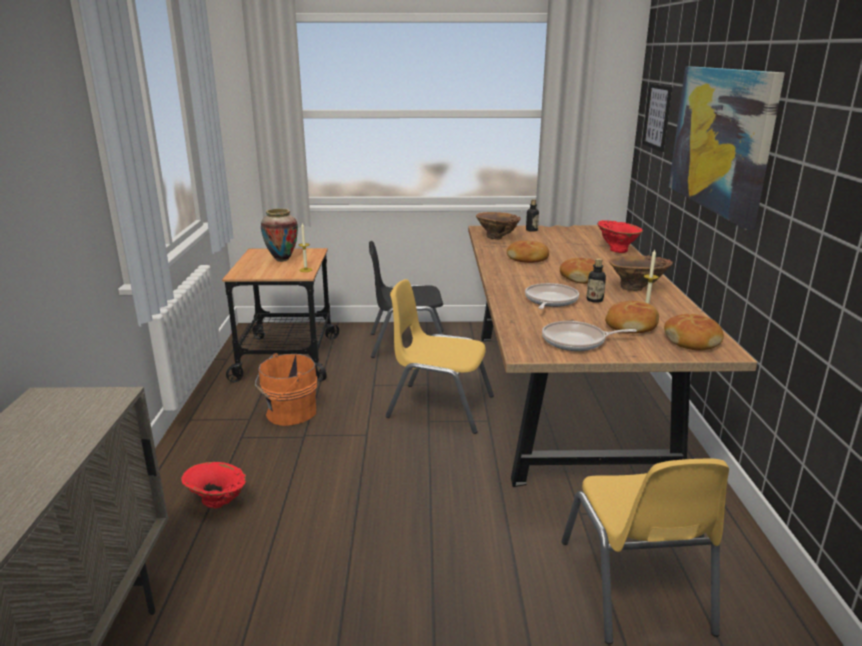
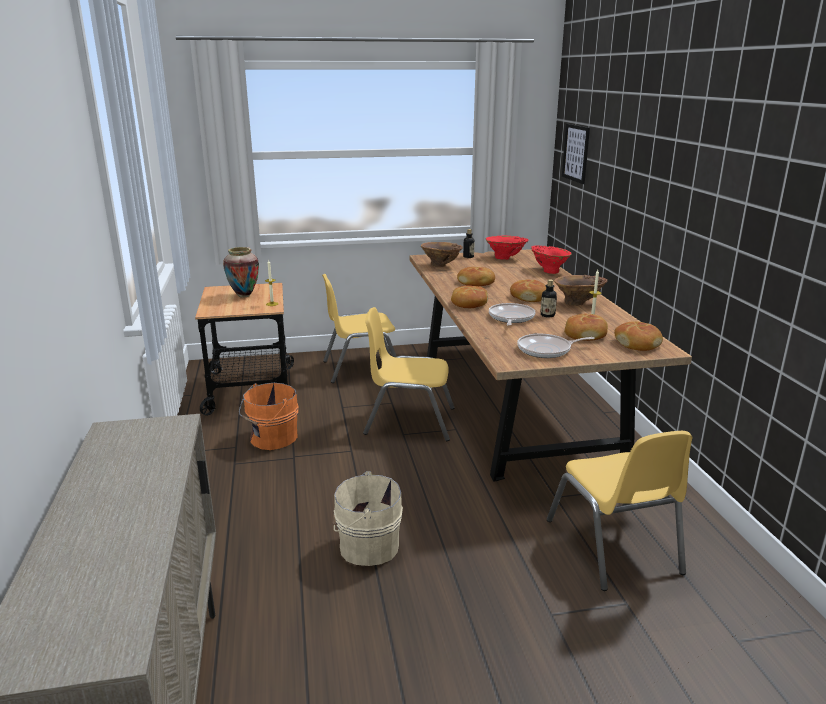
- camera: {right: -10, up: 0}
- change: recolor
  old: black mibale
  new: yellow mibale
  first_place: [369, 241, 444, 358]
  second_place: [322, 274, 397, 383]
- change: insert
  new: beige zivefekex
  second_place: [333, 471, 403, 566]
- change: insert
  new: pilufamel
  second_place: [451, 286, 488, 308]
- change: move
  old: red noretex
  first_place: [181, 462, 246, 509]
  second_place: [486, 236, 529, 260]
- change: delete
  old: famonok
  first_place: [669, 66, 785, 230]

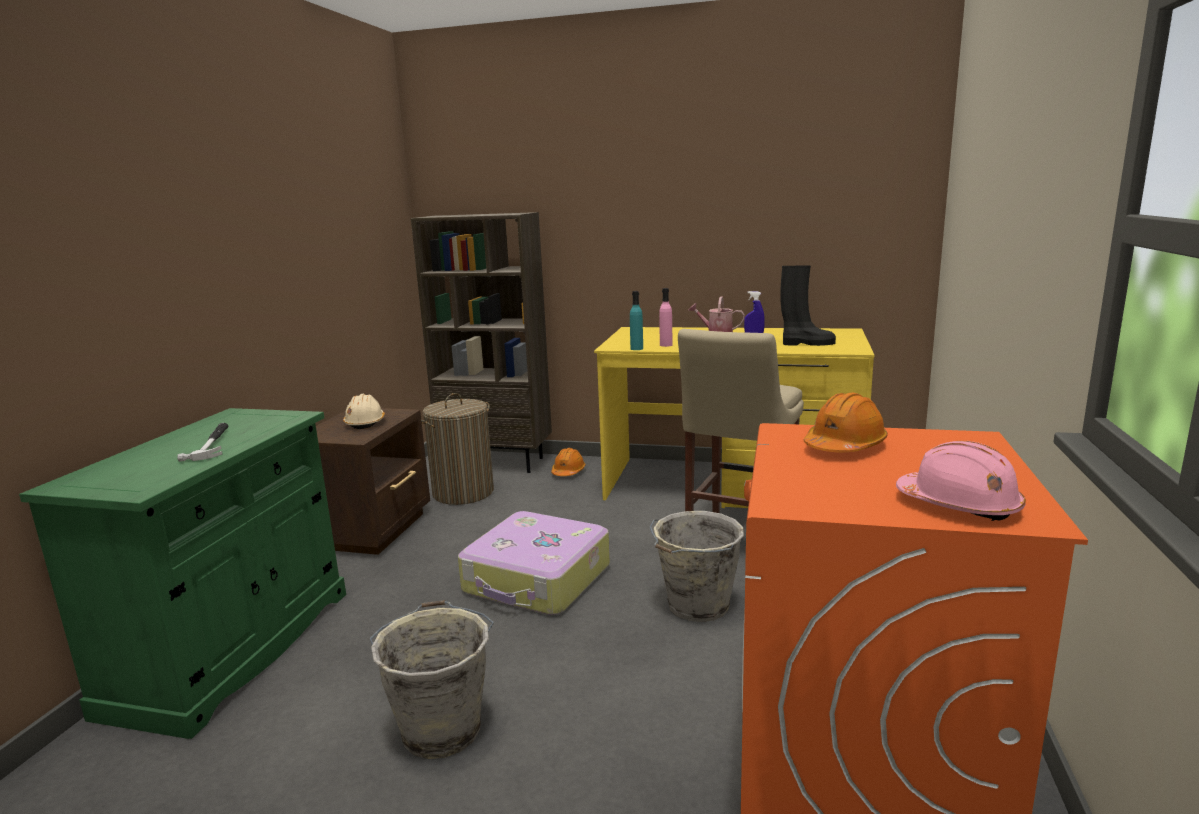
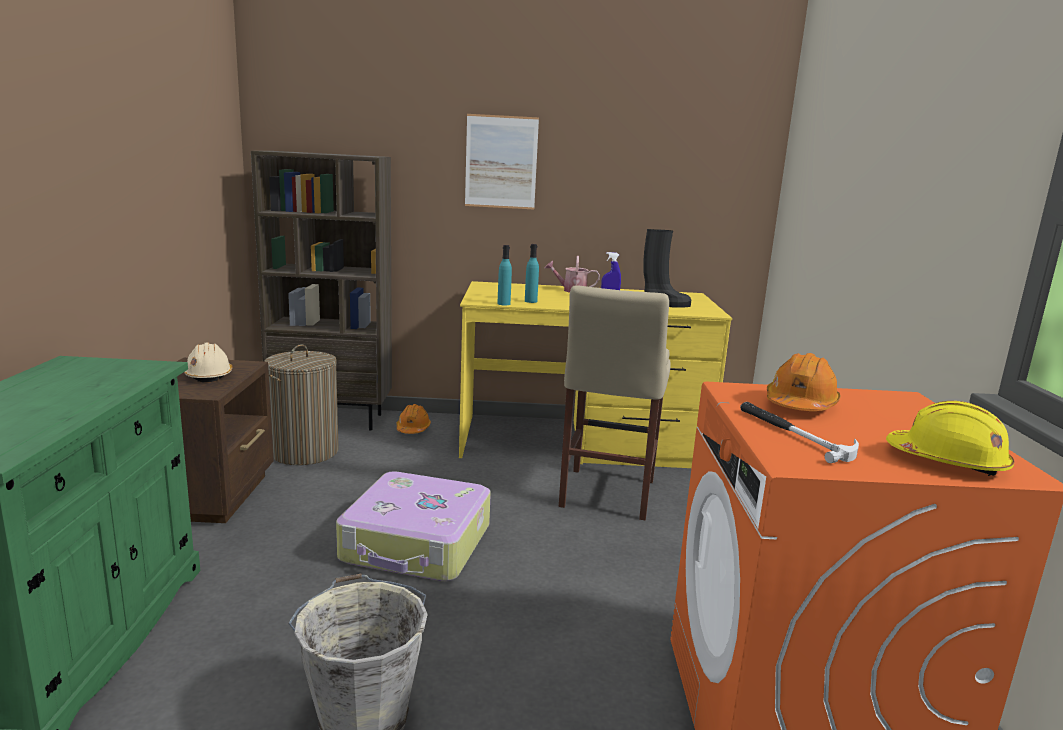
- camera: {right: -15, up: 0}
- change: insert
  new: famonok
  second_place: [465, 114, 539, 209]
- change: recolor
  old: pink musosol
  new: turquoise musosol
  first_place: [659, 288, 673, 347]
  second_place: [525, 244, 539, 303]
- change: move
  old: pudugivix
  first_place: [177, 423, 228, 462]
  second_place: [740, 402, 859, 463]
- change: recolor
  old: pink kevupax
  new: yellow kevupax
  first_place: [896, 441, 1026, 521]
  second_place: [886, 401, 1015, 476]
- change: delete
  old: grey zivefekex
  first_place: [650, 511, 744, 622]

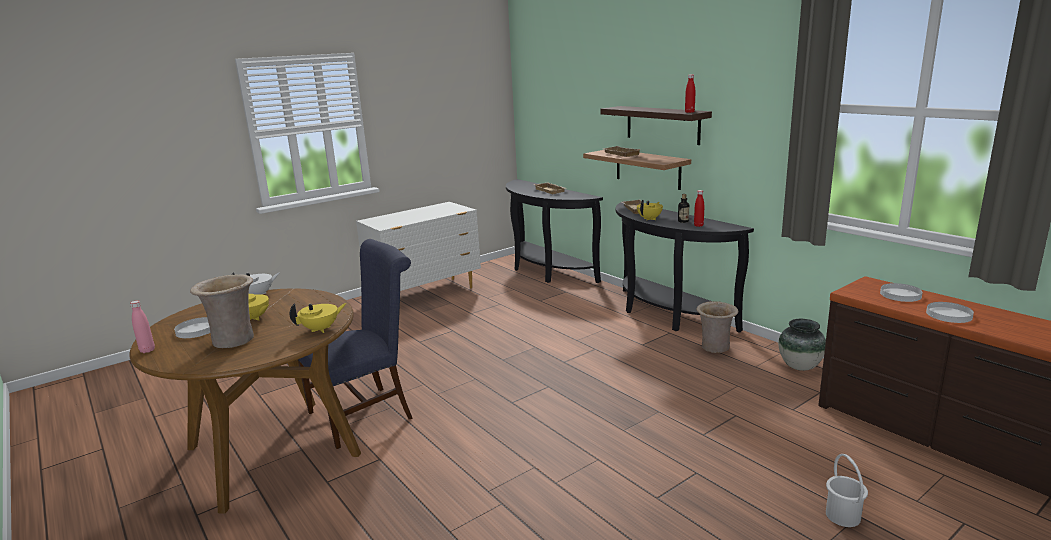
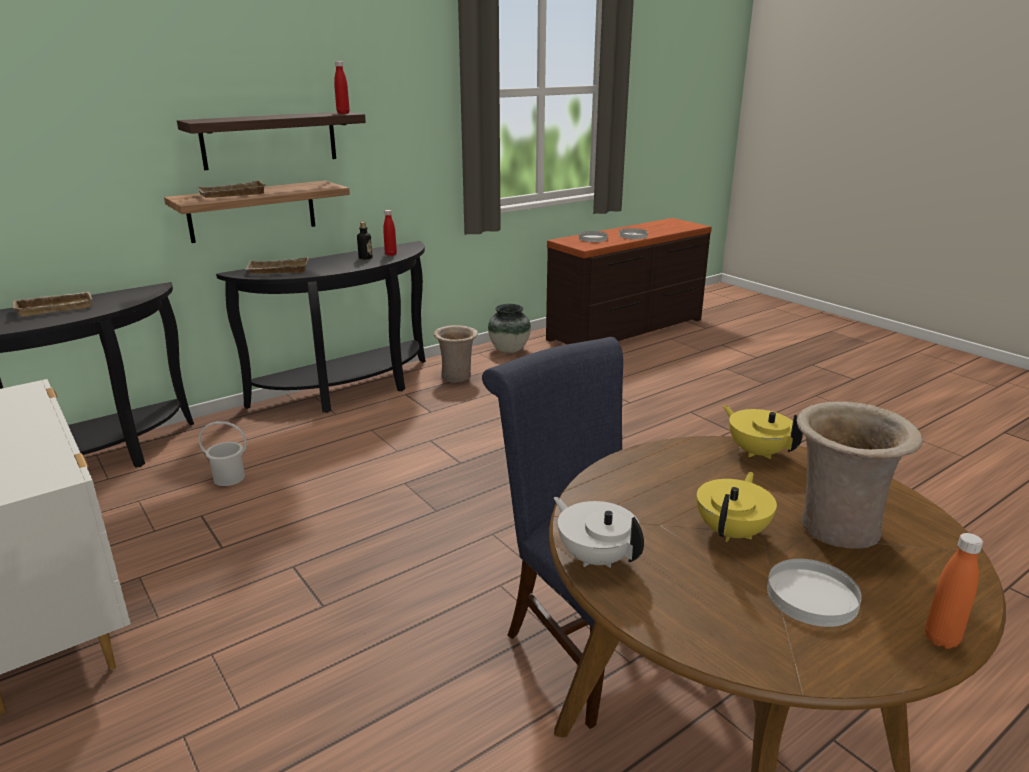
- camera: {right: -90, up: 5}
- change: move
  old: white zivefekex
  first_place: [826, 454, 868, 527]
  second_place: [199, 421, 247, 486]
- change: recolor
  old: pink musosol
  new: orange musosol
  first_place: [130, 301, 155, 353]
  second_place: [925, 533, 983, 649]
- change: delete
  old: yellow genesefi
  first_place: [637, 200, 663, 221]

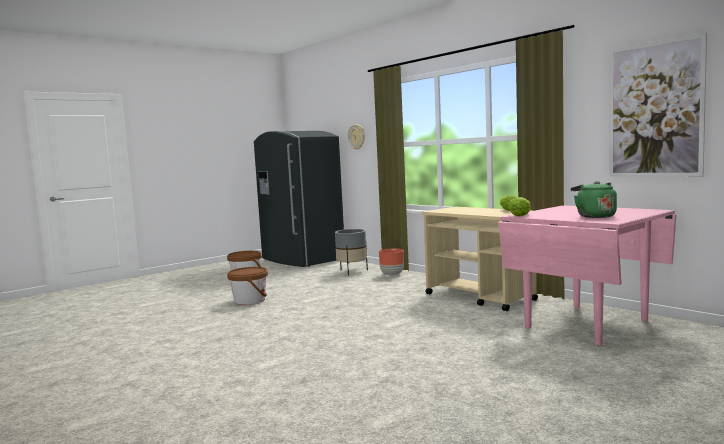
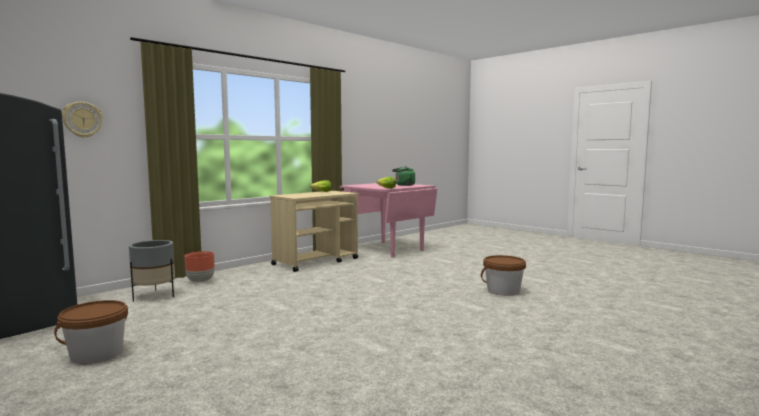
- camera: {right: -95, up: 0}
- change: move
  old: brown zivefekex
  first_place: [227, 267, 268, 305]
  second_place: [481, 255, 526, 296]
- change: delete
  old: famonok
  first_place: [609, 33, 707, 177]

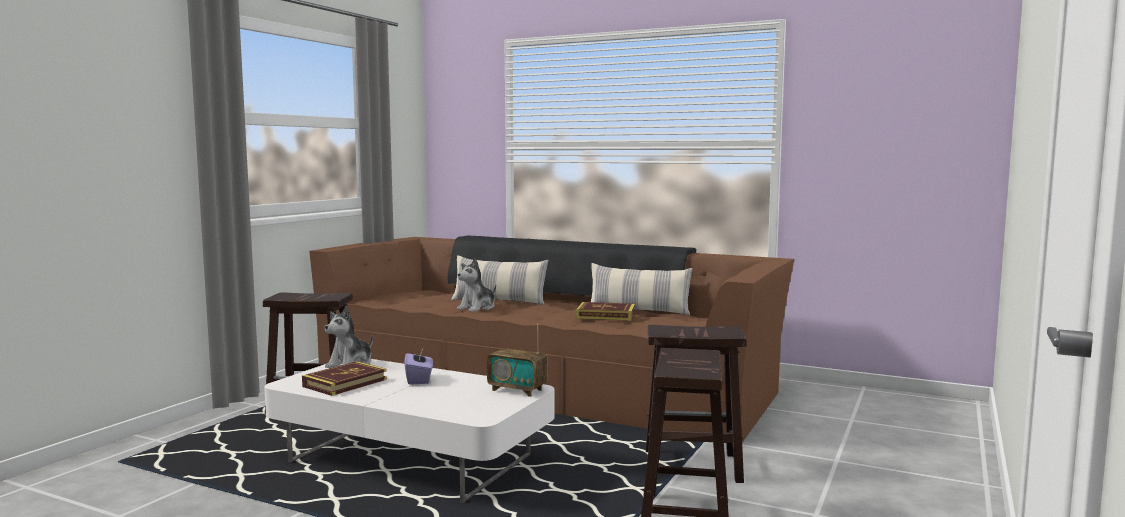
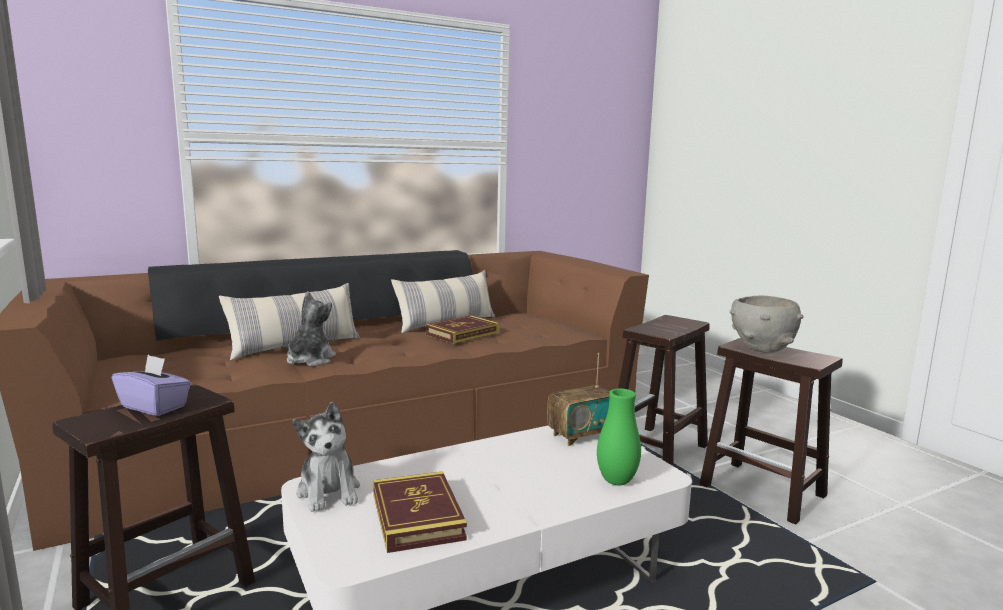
- camera: {right: -55, up: 5}
- change: move
  old: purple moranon
  first_place: [405, 346, 433, 385]
  second_place: [112, 355, 191, 416]
- change: rotate
  old: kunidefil
  first_place: [457, 258, 496, 312]
  second_place: [287, 291, 336, 366]
  degrees: -150
- change: insert
  new: green noretex
  second_place: [597, 389, 641, 485]
- change: insert
  new: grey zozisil
  second_place: [730, 295, 803, 353]

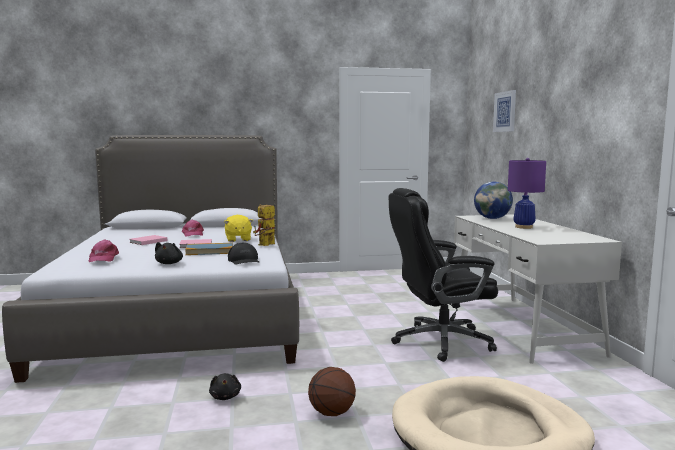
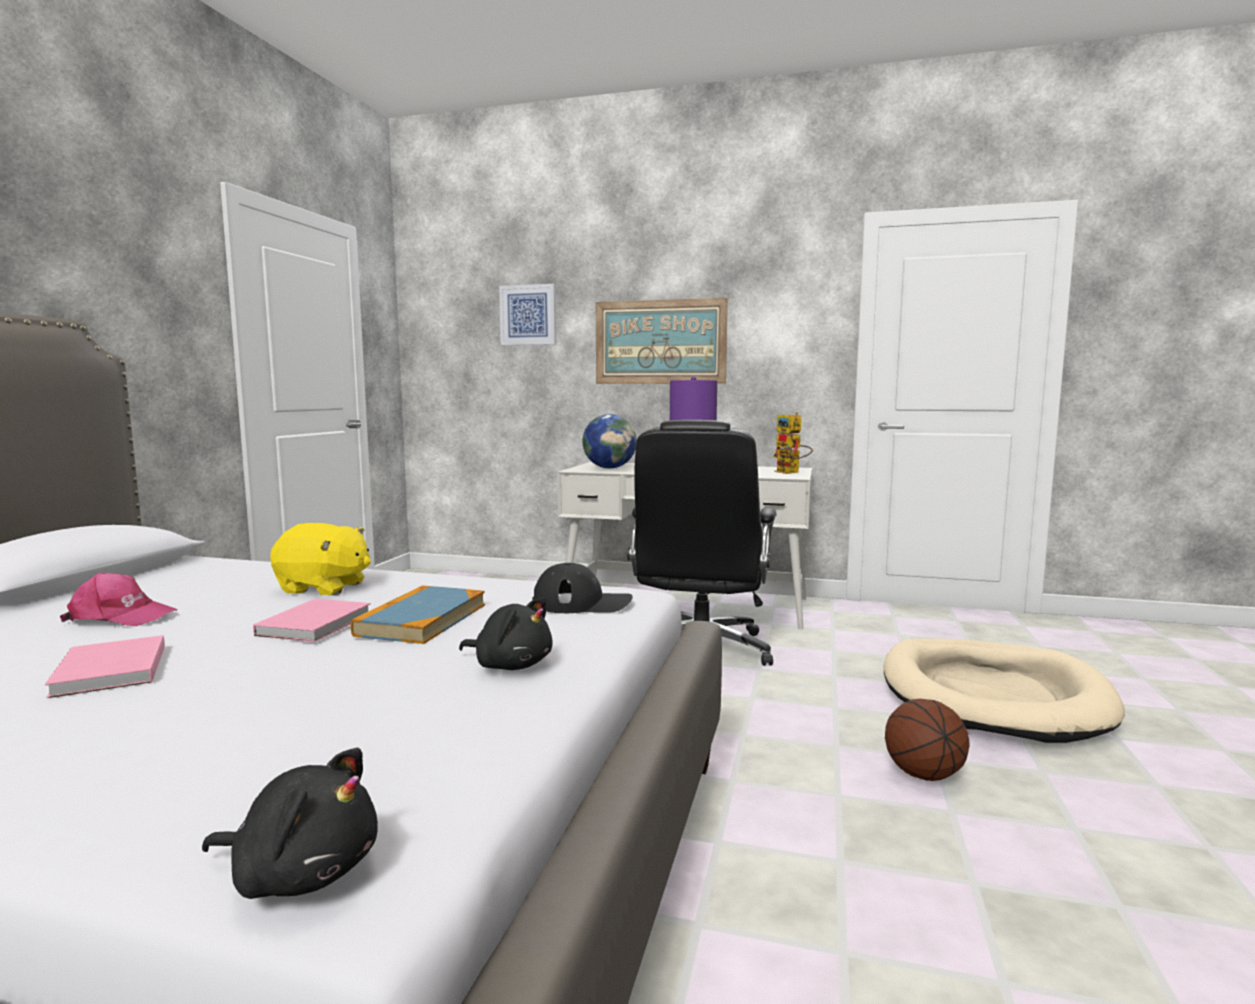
- camera: {right: -65, up: 0}
- change: move
  old: black kunidefil
  first_place: [209, 373, 241, 400]
  second_place: [202, 748, 378, 899]
- change: insert
  new: famonok
  second_place: [596, 298, 728, 384]
- change: move
  old: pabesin
  first_place: [253, 204, 275, 246]
  second_place: [773, 412, 813, 474]
- change: delete
  old: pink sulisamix
  first_place: [89, 239, 119, 262]

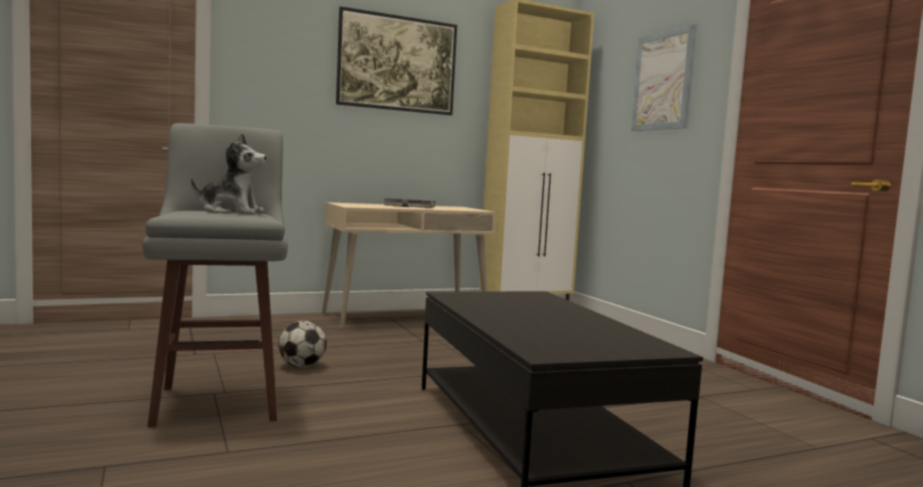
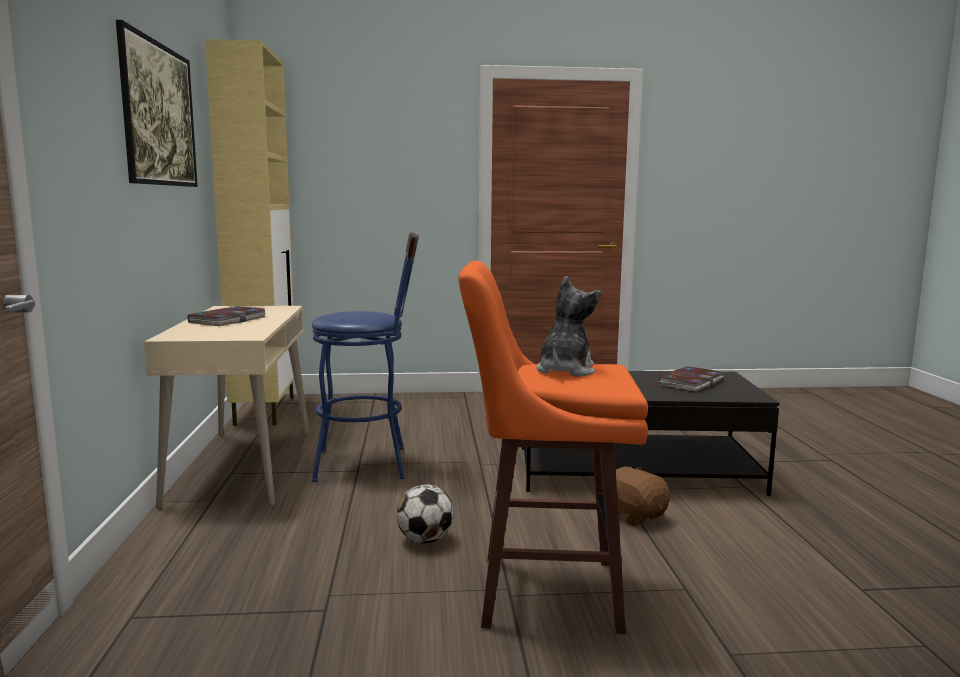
- camera: {right: -70, up: 5}
- change: insert
  new: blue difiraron
  second_place: [312, 232, 419, 482]
- change: recolor
  old: grey difiraron
  new: orange difiraron
  first_place: [143, 123, 288, 428]
  second_place: [458, 261, 648, 634]
- change: insert
  new: brown kunidefil
  second_place: [616, 467, 670, 526]
- change: insert
  new: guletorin
  second_place: [659, 366, 723, 392]
- change: delete
  old: famonok
  first_place: [631, 24, 696, 131]

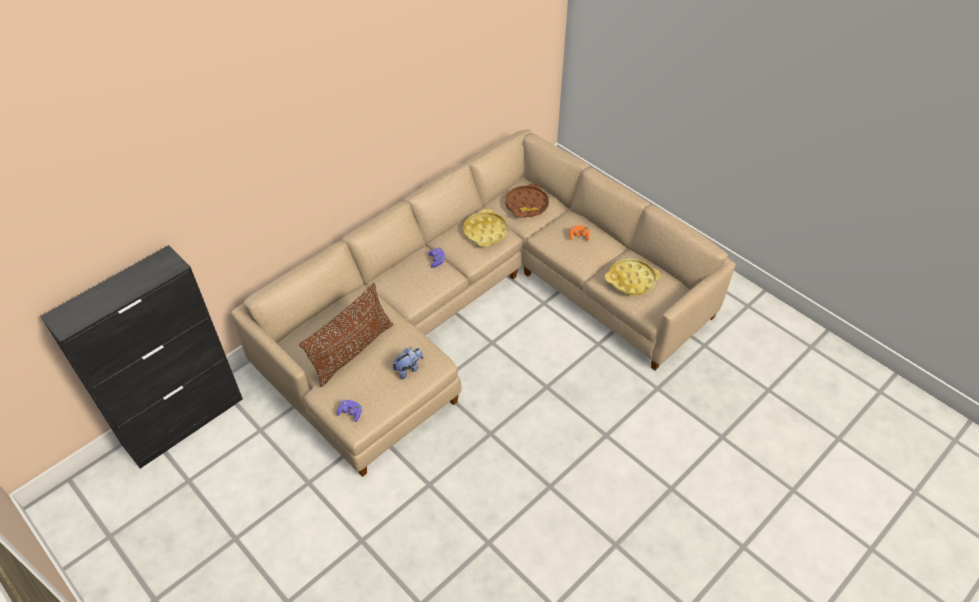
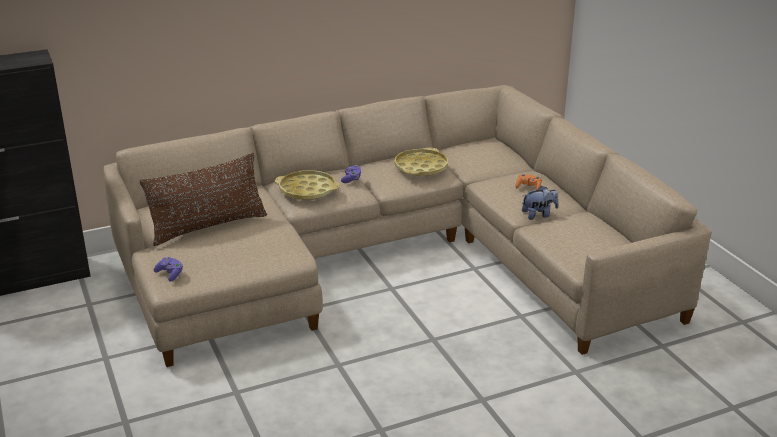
- camera: {right: 20, up: -20}
- change: move
  old: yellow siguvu
  first_place: [605, 259, 661, 296]
  second_place: [275, 170, 340, 200]
- change: move
  old: kunidefil
  first_place: [392, 348, 424, 379]
  second_place: [522, 186, 559, 220]
- change: delete
  old: brown siguvu
  first_place: [505, 184, 549, 218]

